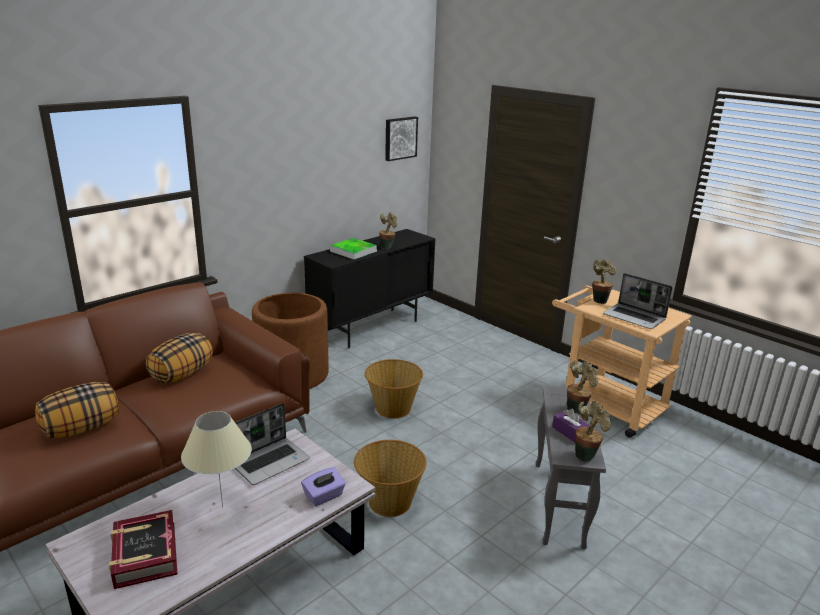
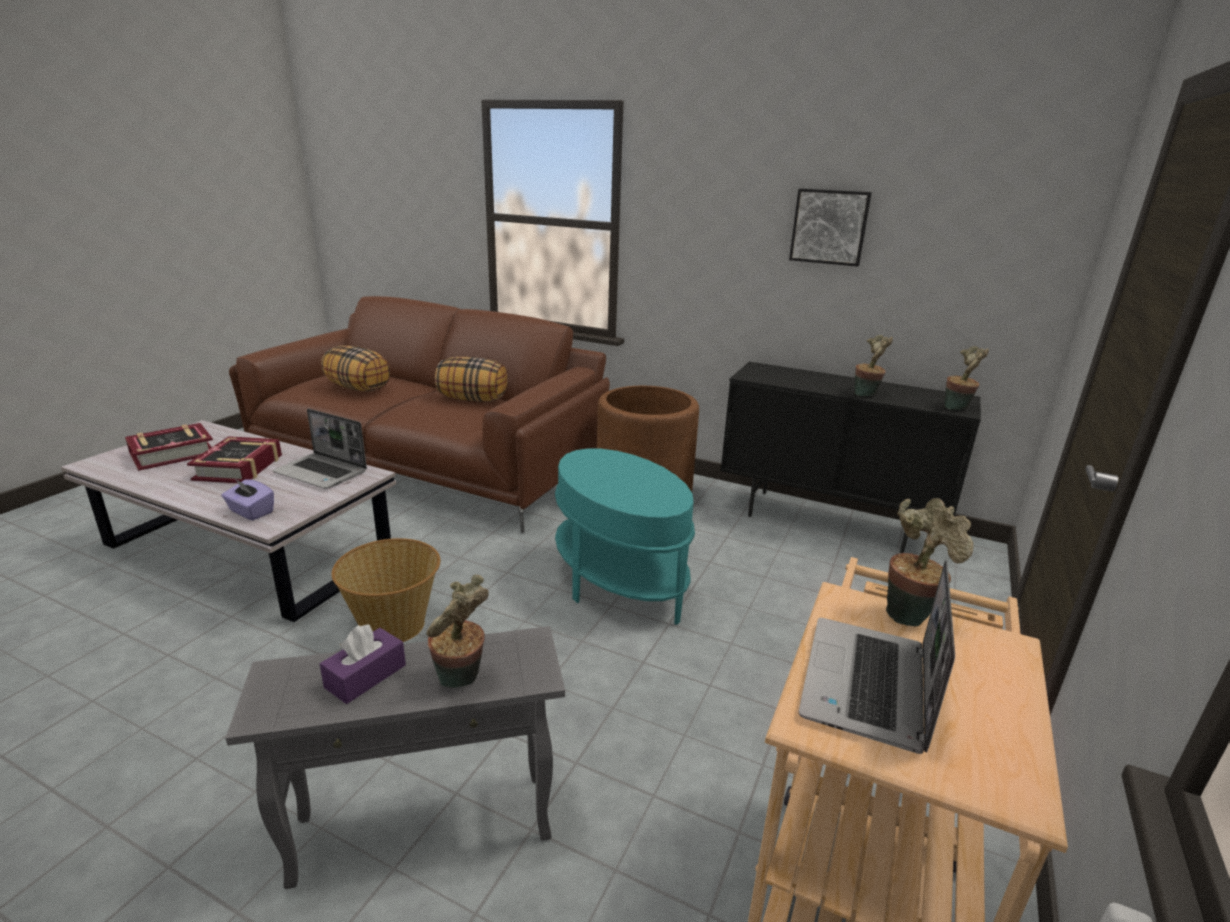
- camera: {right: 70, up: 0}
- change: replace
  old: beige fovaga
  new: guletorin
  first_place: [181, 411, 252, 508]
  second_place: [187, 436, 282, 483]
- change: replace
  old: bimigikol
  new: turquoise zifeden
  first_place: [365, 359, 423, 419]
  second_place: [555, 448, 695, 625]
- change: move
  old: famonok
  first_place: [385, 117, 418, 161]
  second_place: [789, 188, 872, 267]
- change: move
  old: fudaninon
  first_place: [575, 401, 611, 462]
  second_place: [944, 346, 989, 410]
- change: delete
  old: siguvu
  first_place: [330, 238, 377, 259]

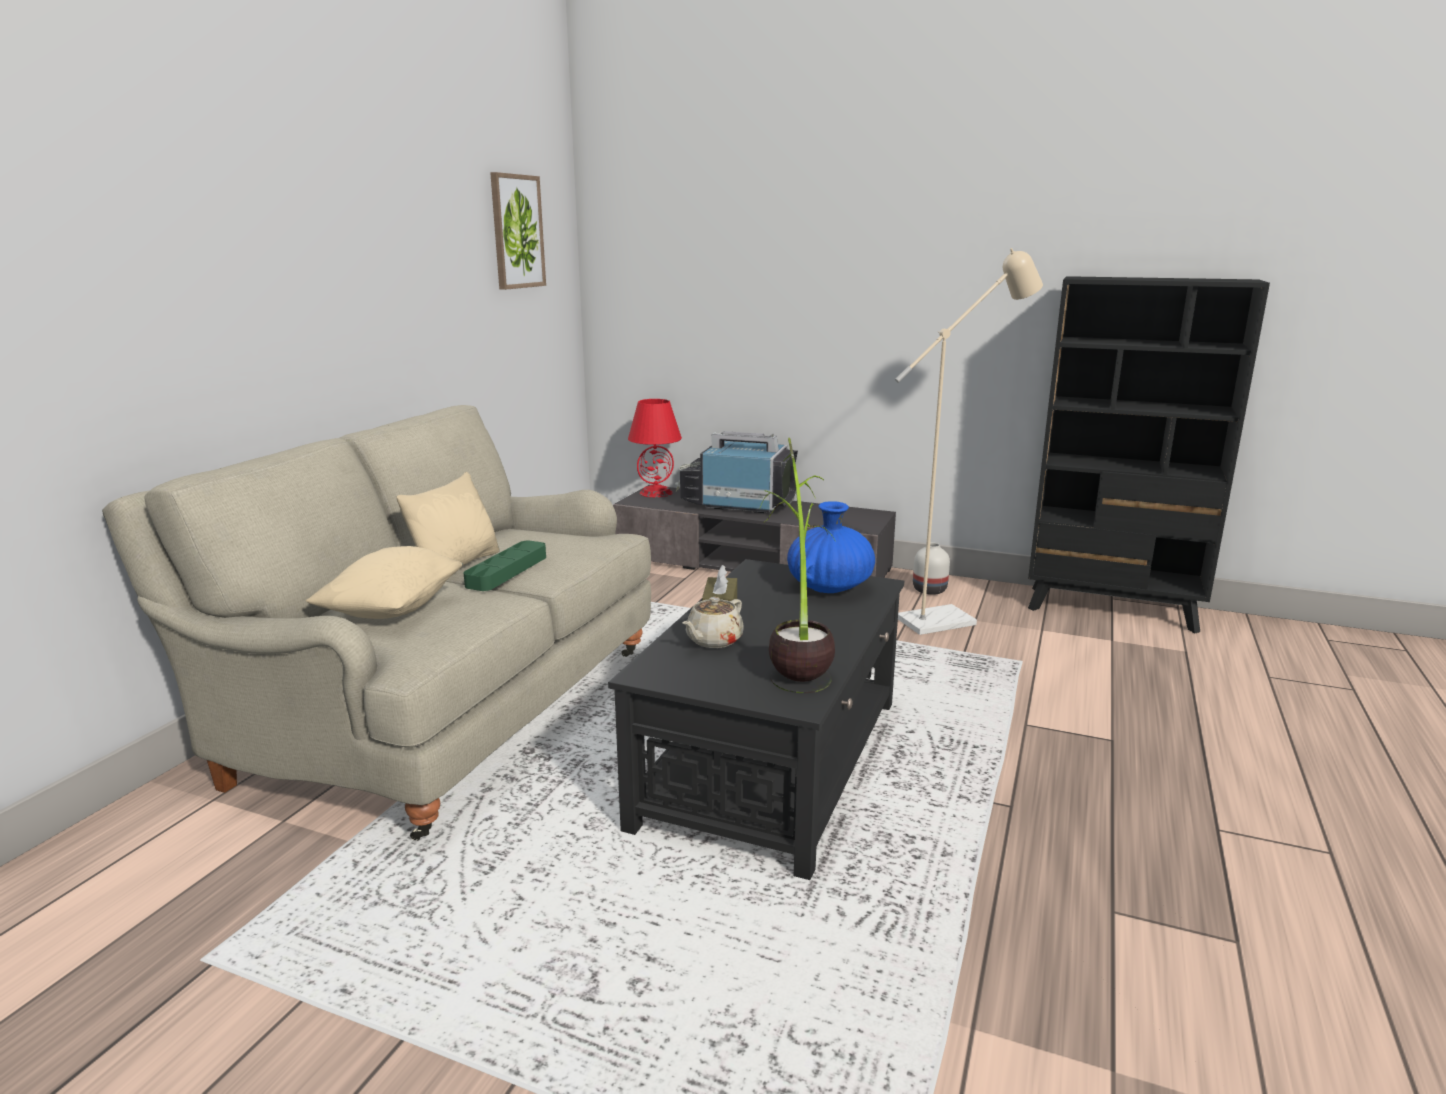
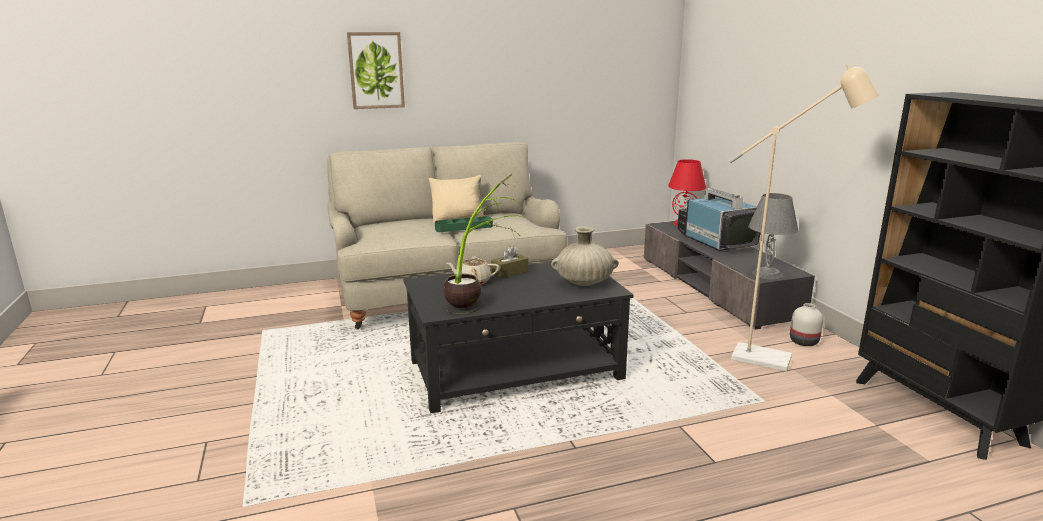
- camera: {right: 50, up: 0}
- change: move
  old: famonok
  first_place: [490, 172, 546, 290]
  second_place: [347, 32, 405, 109]
- change: recolor
  old: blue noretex
  new: beige noretex
  first_place: [787, 501, 875, 593]
  second_place: [551, 226, 619, 286]
- change: insert
  new: grey fovaga
  second_place: [748, 193, 798, 279]
- change: delete
  old: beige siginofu
  first_place: [306, 546, 463, 619]

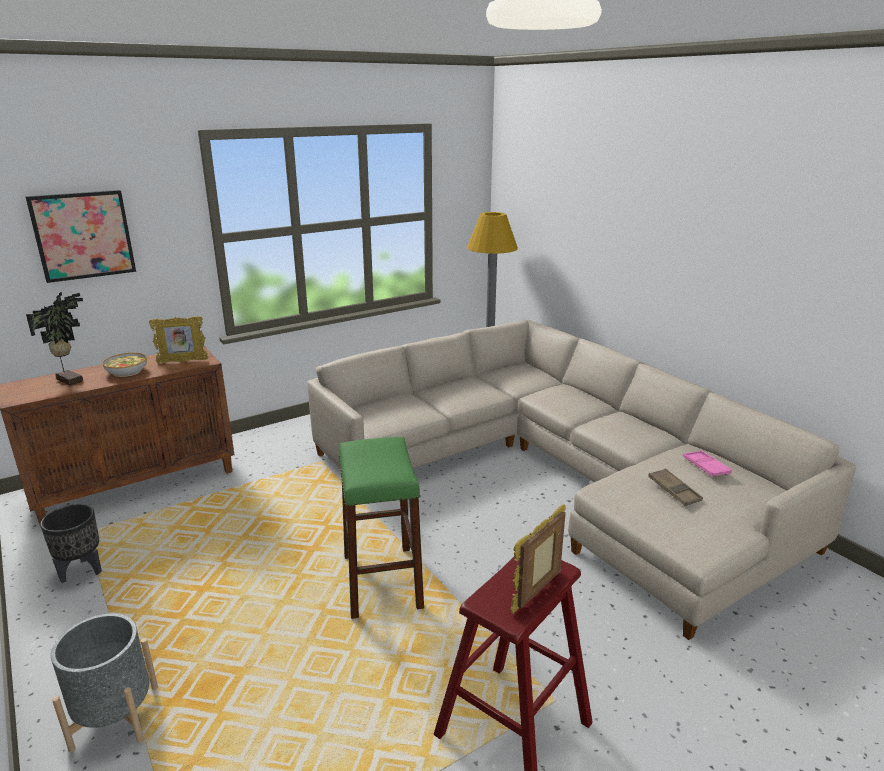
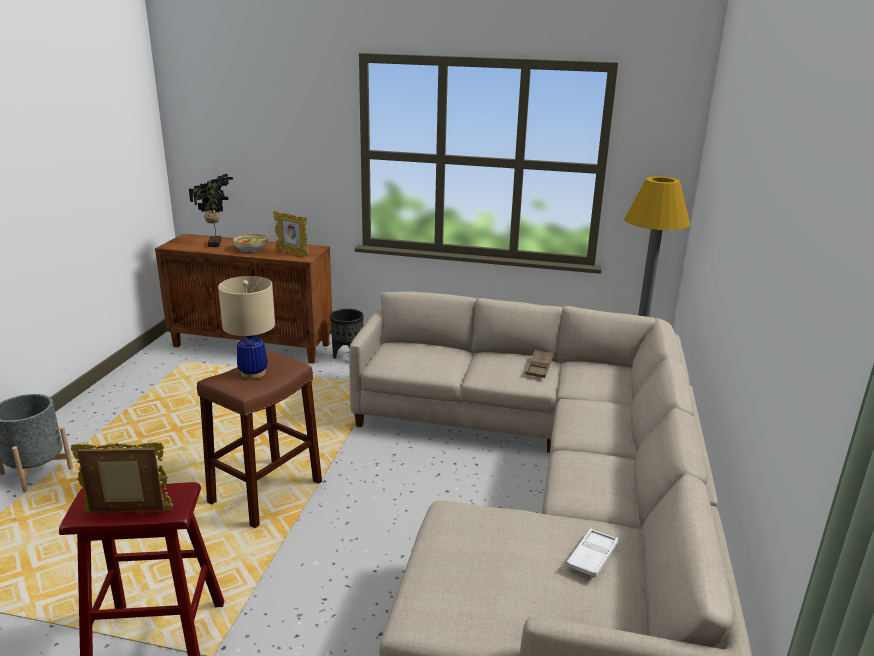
- camera: {right: 45, up: 0}
- change: recolor
  old: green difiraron
  new: brown difiraron
  first_place: [339, 437, 424, 619]
  second_place: [197, 350, 322, 528]
- change: insert
  new: beige fovaga
  second_place: [218, 276, 275, 379]
- change: move
  old: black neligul
  first_place: [40, 504, 102, 583]
  second_place: [330, 309, 364, 359]
- change: move
  old: brown siguvu
  first_place: [648, 468, 703, 506]
  second_place: [525, 349, 554, 378]
- change: recolor
  old: pink siguvu
  new: white siguvu
  first_place: [683, 450, 732, 477]
  second_place: [566, 529, 619, 577]
- change: delete
  old: famonok
  first_place: [25, 190, 136, 283]

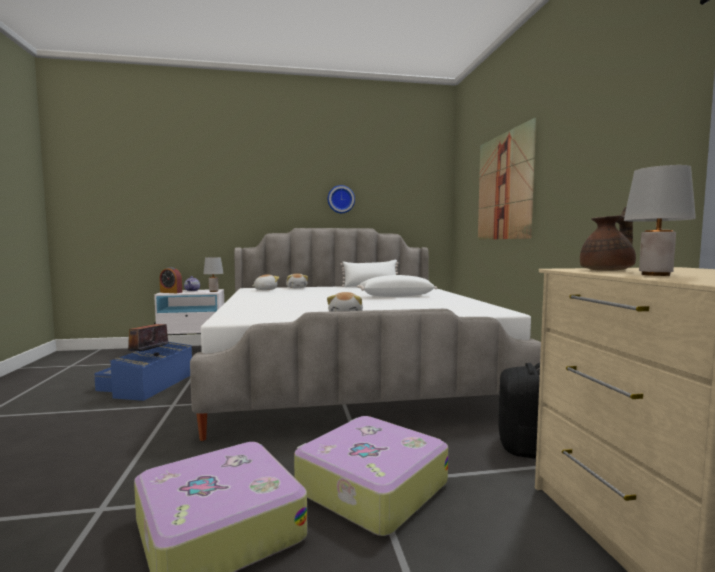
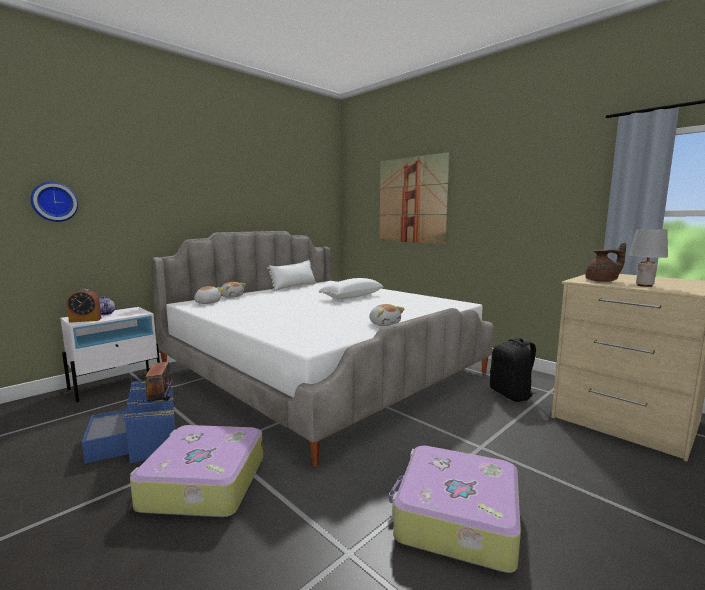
- camera: {right: -35, up: 5}
- change: move
  old: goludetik
  first_place: [328, 185, 355, 213]
  second_place: [30, 182, 78, 222]
- change: move
  old: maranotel
  first_place: [294, 416, 448, 536]
  second_place: [130, 425, 263, 517]
- change: rotate
  old: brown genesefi
  first_place: [580, 207, 636, 271]
  second_place: [585, 243, 626, 282]
  degrees: 60
- change: delete
  old: grey fovaga
  first_place: [203, 257, 224, 292]

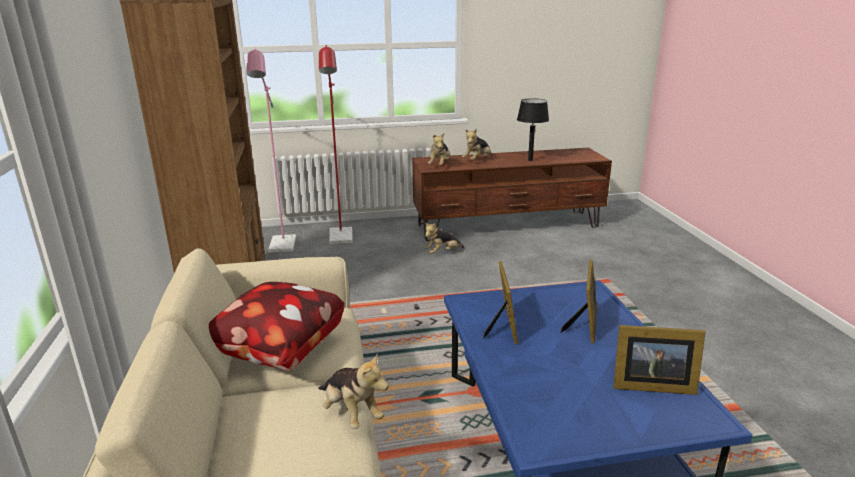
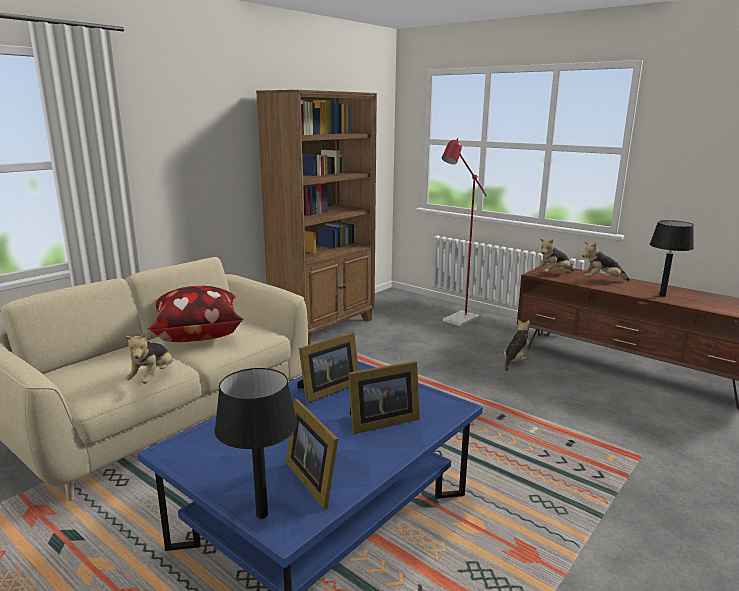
- camera: {right: 50, up: -5}
- change: insert
  new: black fovaga
  second_place: [214, 368, 297, 519]
- change: rotate
  old: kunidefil
  first_place: [425, 223, 464, 254]
  second_place: [504, 319, 532, 372]
  degrees: 105
- change: delete
  old: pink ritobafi
  first_place: [246, 48, 296, 252]

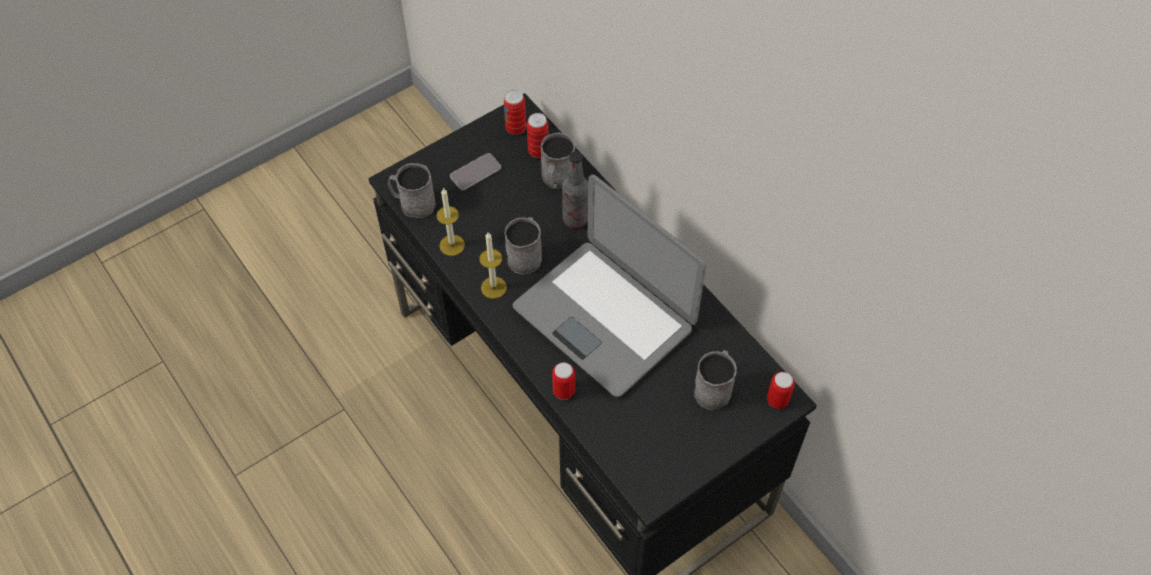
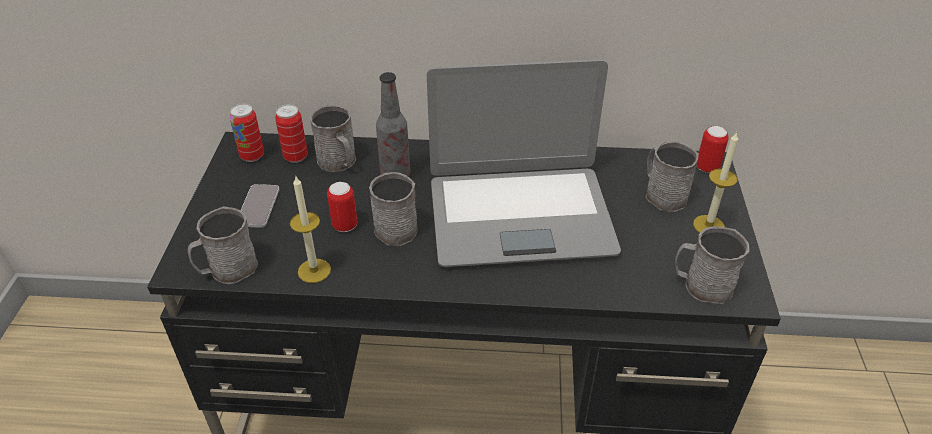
- camera: {right: -50, up: -15}
- change: move
  old: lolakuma
  first_place: [552, 362, 575, 400]
  second_place: [327, 182, 357, 232]
- change: insert
  new: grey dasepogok
  second_place: [675, 226, 749, 304]
- change: move
  old: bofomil
  first_place: [479, 232, 507, 299]
  second_place: [693, 132, 738, 233]

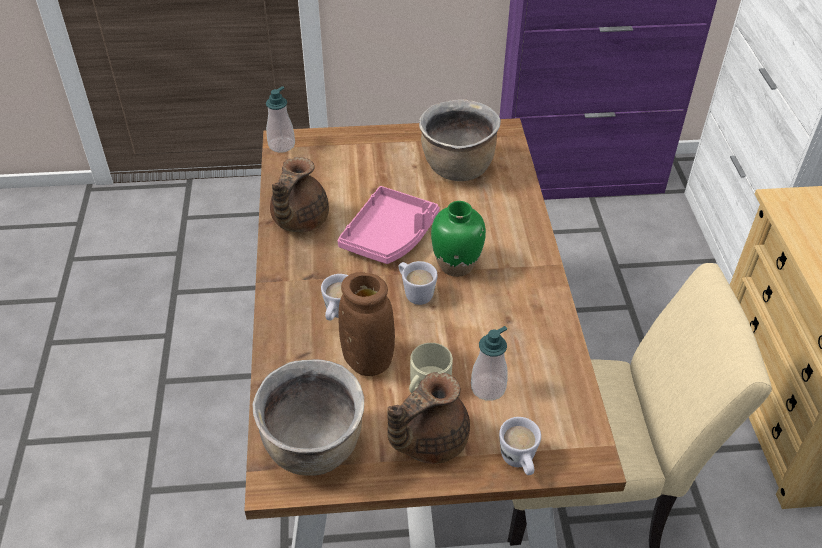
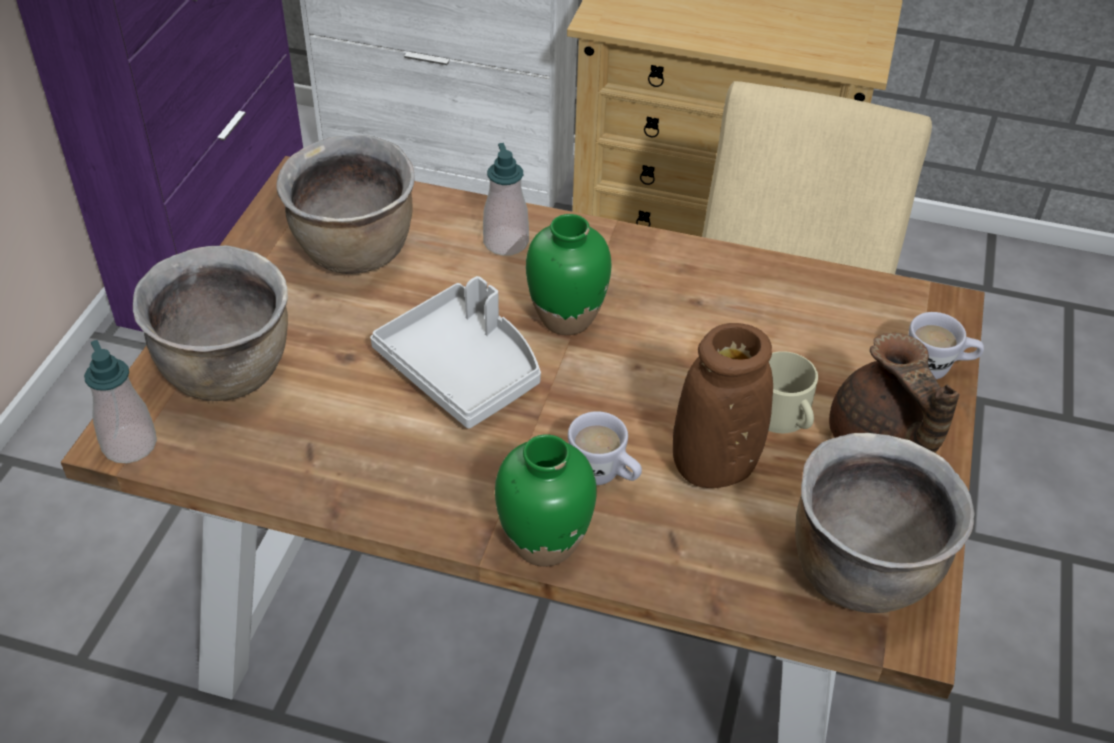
- camera: {right: -70, up: 0}
- change: insert
  new: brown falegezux
  second_place: [133, 245, 288, 401]
- change: recolor
  old: pink siguvu
  new: grey siguvu
  first_place: [338, 186, 440, 264]
  second_place: [370, 276, 541, 429]
- change: move
  old: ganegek
  first_place: [471, 326, 508, 401]
  second_place: [483, 143, 529, 256]
- change: insert
  new: green noretex
  second_place: [495, 434, 596, 567]
- change: delete
  old: brown genesefi
  first_place: [270, 157, 329, 232]
- change: delete
  old: white dasepogok
  first_place: [399, 261, 438, 305]

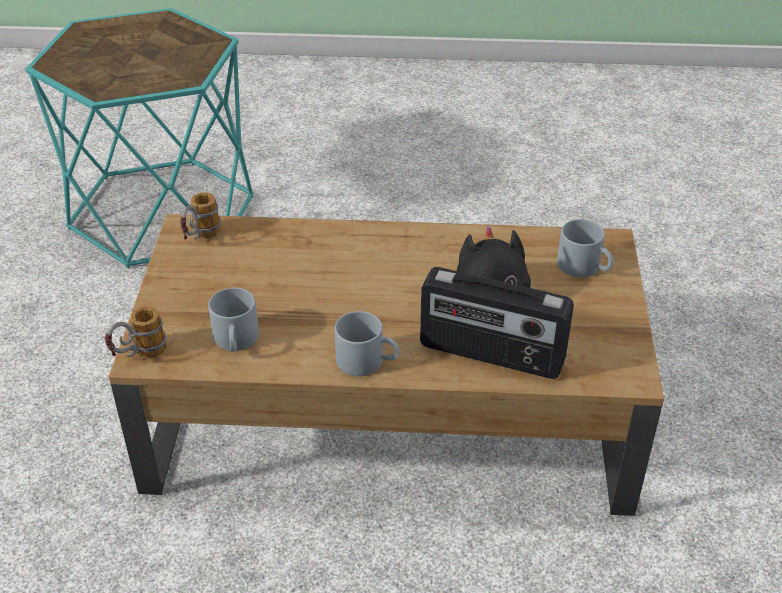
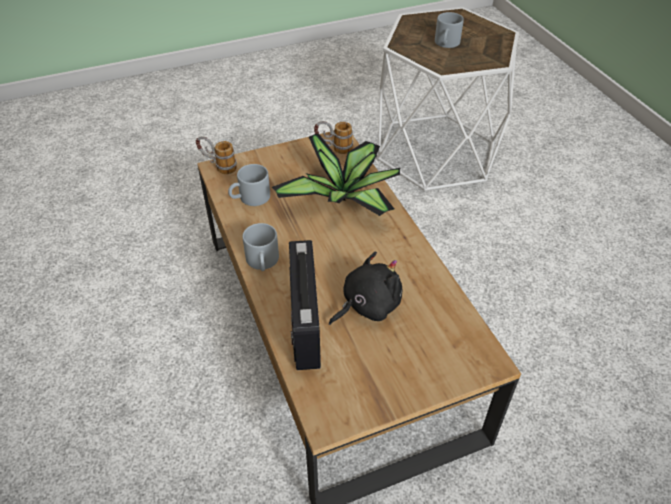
- camera: {right: 65, up: 5}
- change: insert
  new: fudaninon
  second_place: [272, 133, 400, 216]
- change: recolor
  old: turquoise zifeden
  new: white zifeden
  first_place: [26, 8, 254, 268]
  second_place: [377, 7, 519, 192]
- change: move
  old: grey dasepogok
  first_place: [557, 219, 613, 278]
  second_place: [435, 12, 464, 48]

